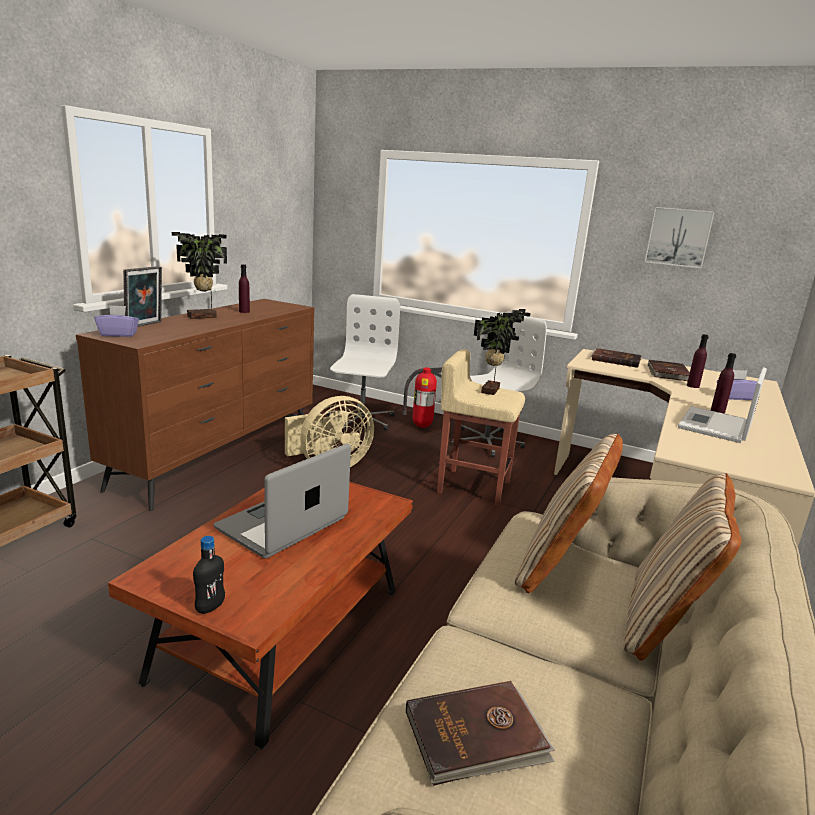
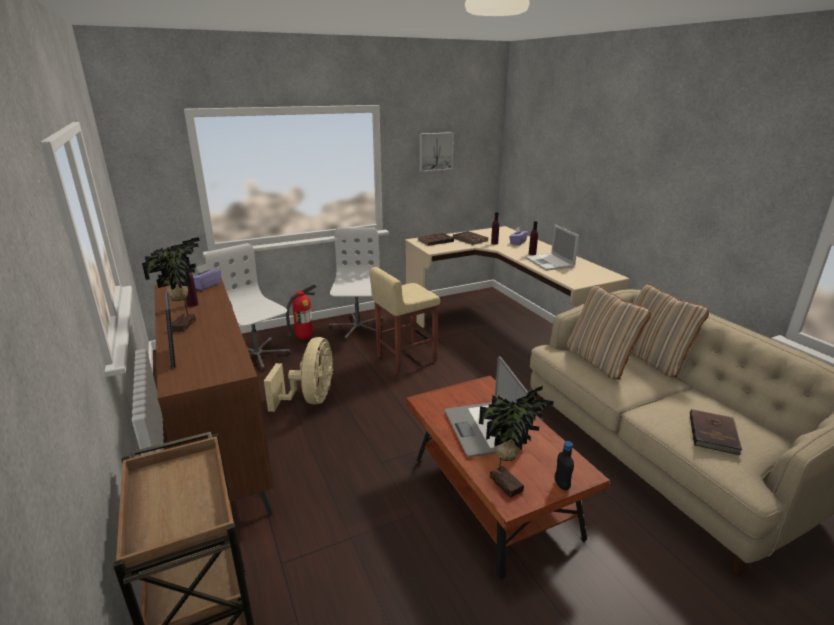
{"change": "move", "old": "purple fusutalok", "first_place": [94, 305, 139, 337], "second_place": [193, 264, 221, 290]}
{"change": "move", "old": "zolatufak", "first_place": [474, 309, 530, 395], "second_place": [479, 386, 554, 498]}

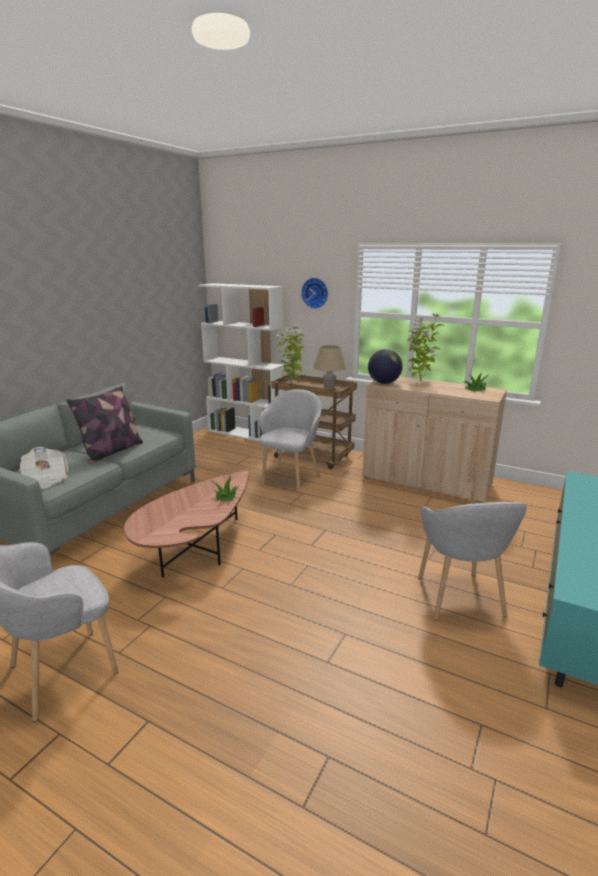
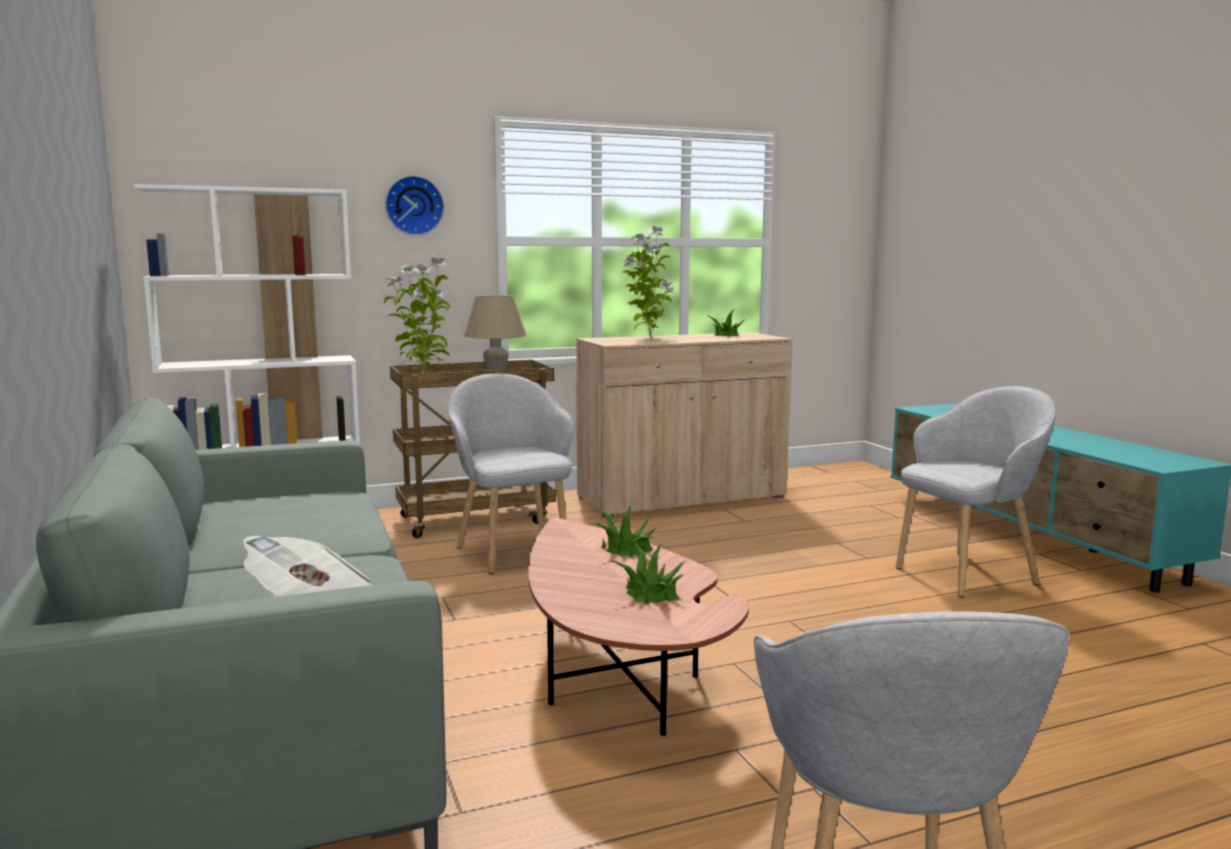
{"change": "delete", "old": "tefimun", "first_place": [66, 386, 143, 464]}
{"change": "delete", "old": "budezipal", "first_place": [368, 349, 402, 384]}
{"change": "rotate", "old": "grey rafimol", "first_place": [418, 502, 527, 621], "second_place": [896, 386, 1055, 598], "degrees": -60}
{"change": "insert", "new": "zolatufak", "second_place": [611, 542, 685, 605]}

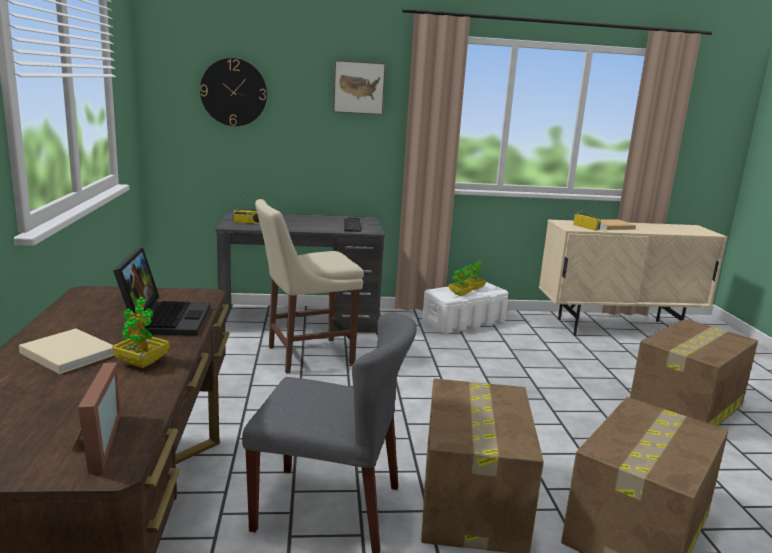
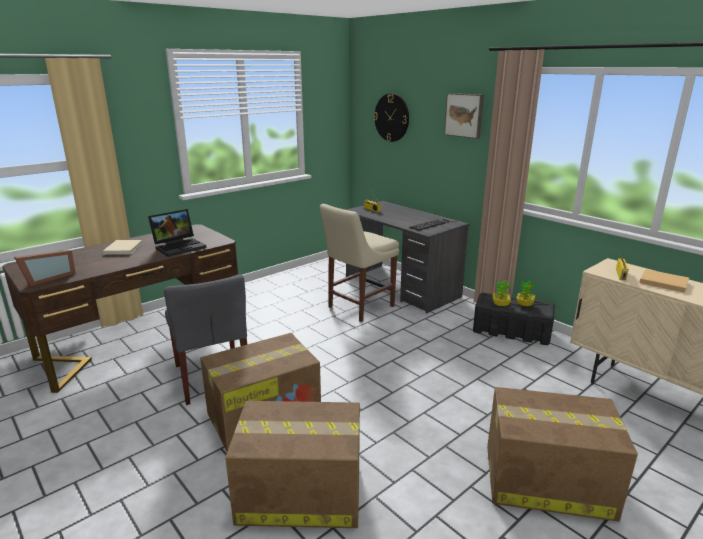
{"change": "delete", "old": "zolatufak", "first_place": [112, 297, 170, 368]}
{"change": "rotate", "old": "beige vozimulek", "first_place": [255, 199, 364, 374], "second_place": [320, 204, 399, 322], "degrees": -75}
{"change": "recolor", "old": "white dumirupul", "new": "black dumirupul", "first_place": [422, 282, 508, 334], "second_place": [473, 293, 555, 345]}

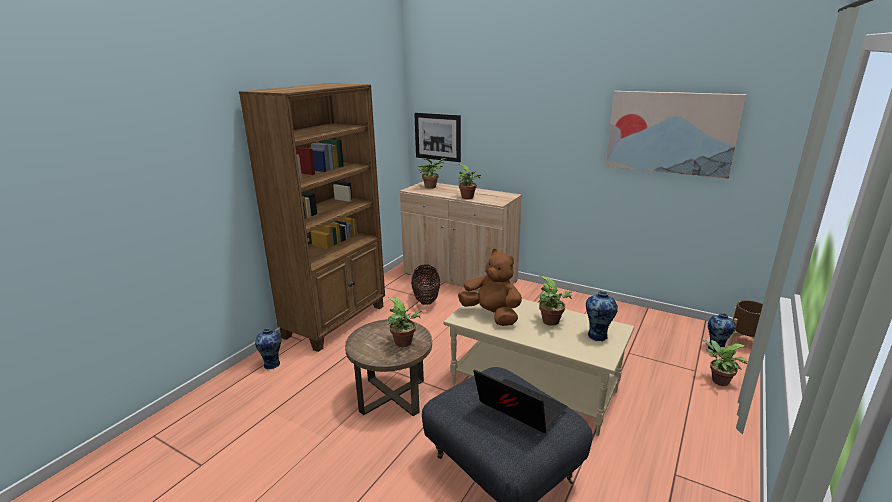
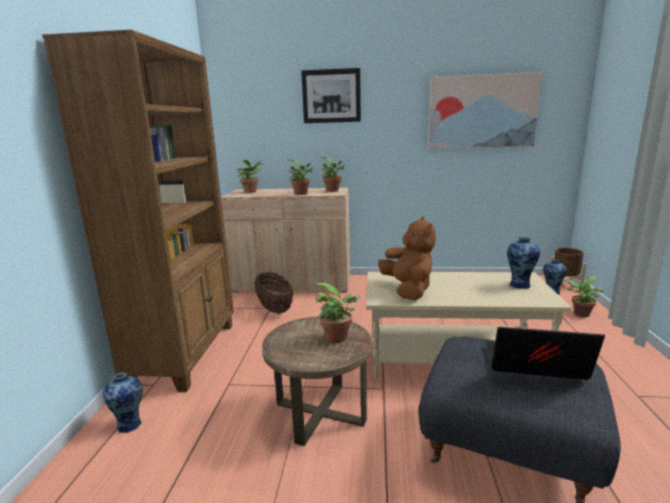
{"change": "move", "old": "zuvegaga", "first_place": [414, 113, 461, 162], "second_place": [301, 68, 361, 123]}
{"change": "rotate", "old": "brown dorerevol", "first_place": [458, 249, 522, 326], "second_place": [378, 217, 436, 300], "degrees": 60}
{"change": "move", "old": "zolatufak", "first_place": [537, 276, 572, 326], "second_place": [321, 157, 346, 192]}

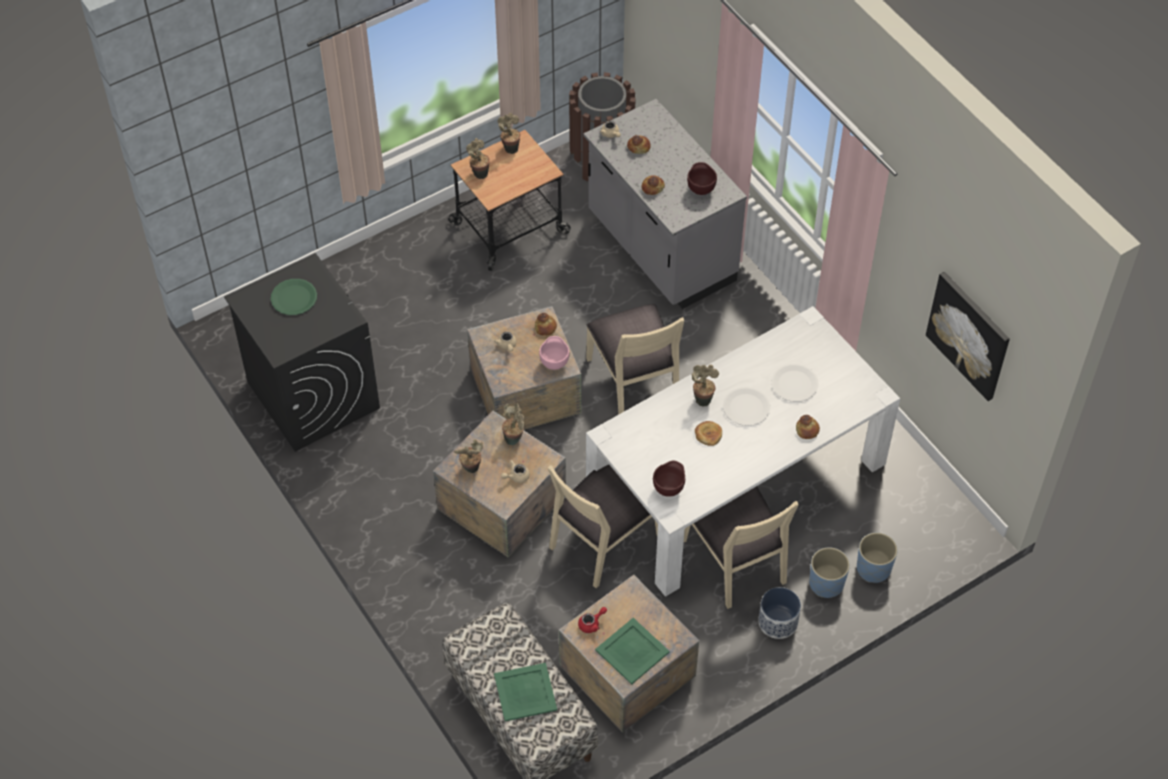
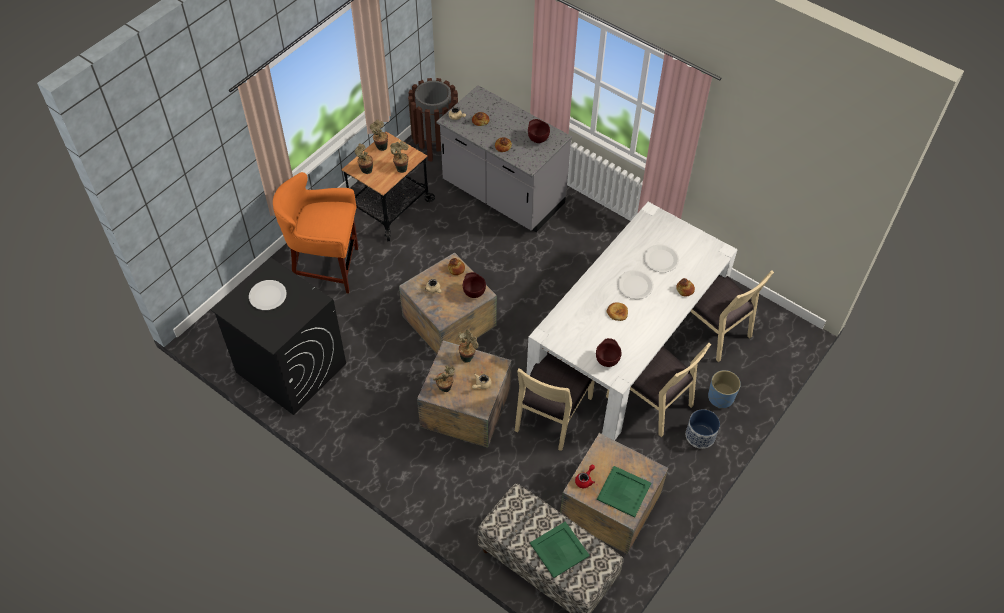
{"change": "recolor", "old": "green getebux", "new": "white getebux", "first_place": [271, 279, 317, 315], "second_place": [249, 280, 287, 310]}
{"change": "recolor", "old": "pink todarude", "new": "brown todarude", "first_place": [539, 336, 570, 370], "second_place": [463, 272, 486, 298]}
{"change": "move", "old": "beige vozimulek", "first_place": [586, 304, 684, 414], "second_place": [690, 271, 774, 362]}
{"change": "move", "old": "zolatufak", "first_place": [692, 365, 719, 406], "second_place": [390, 141, 409, 173]}
{"change": "delete", "old": "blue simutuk", "first_place": [857, 533, 898, 583]}
{"change": "delete", "old": "zuvegaga", "first_place": [926, 272, 1010, 401]}
{"change": "insert", "new": "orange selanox", "second_place": [273, 172, 358, 294]}

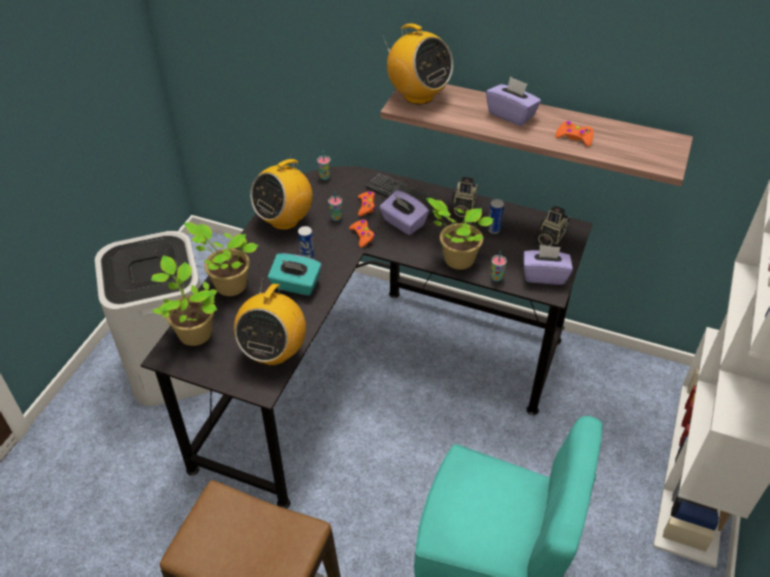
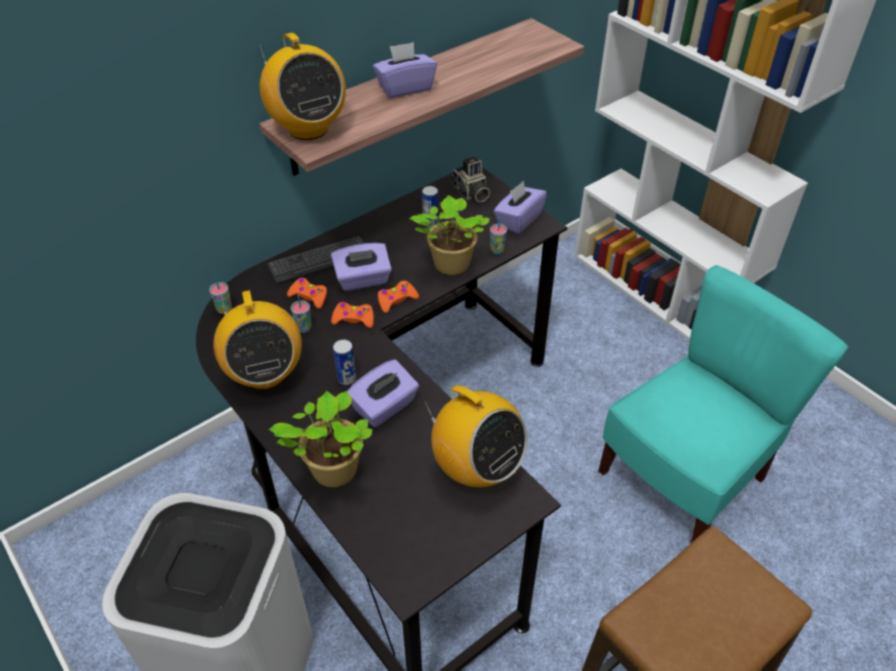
{"change": "delete", "old": "zolatufak", "first_place": [151, 256, 217, 346]}
{"change": "recolor", "old": "turquoise fusutalok", "new": "purple fusutalok", "first_place": [268, 253, 322, 296], "second_place": [347, 359, 419, 427]}
{"change": "rotate", "old": "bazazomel", "first_place": [382, 23, 453, 105], "second_place": [260, 33, 346, 140], "degrees": 75}
{"change": "delete", "old": "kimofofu", "first_place": [452, 177, 478, 217]}
{"change": "move", "old": "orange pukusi", "first_place": [555, 121, 593, 147], "second_place": [378, 281, 419, 313]}

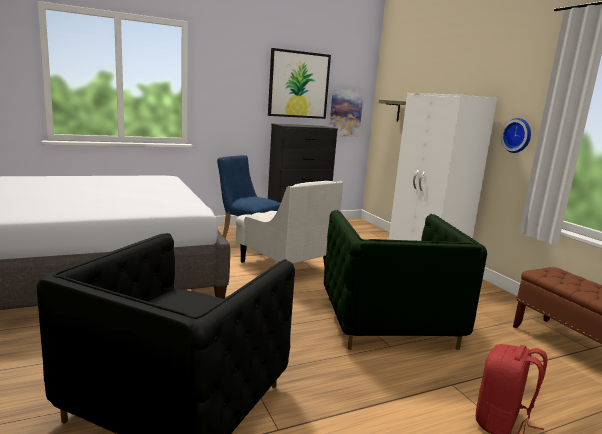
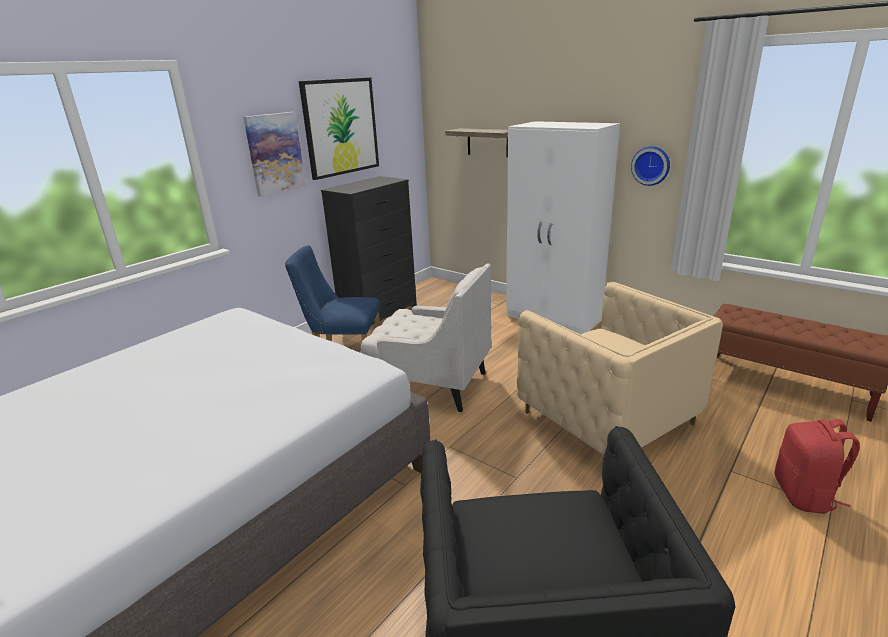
{"change": "recolor", "old": "green rafimol", "new": "beige rafimol", "first_place": [324, 210, 487, 350], "second_place": [517, 282, 723, 455]}
{"change": "move", "old": "zuvegaga", "first_place": [329, 89, 364, 137], "second_place": [243, 112, 306, 197]}

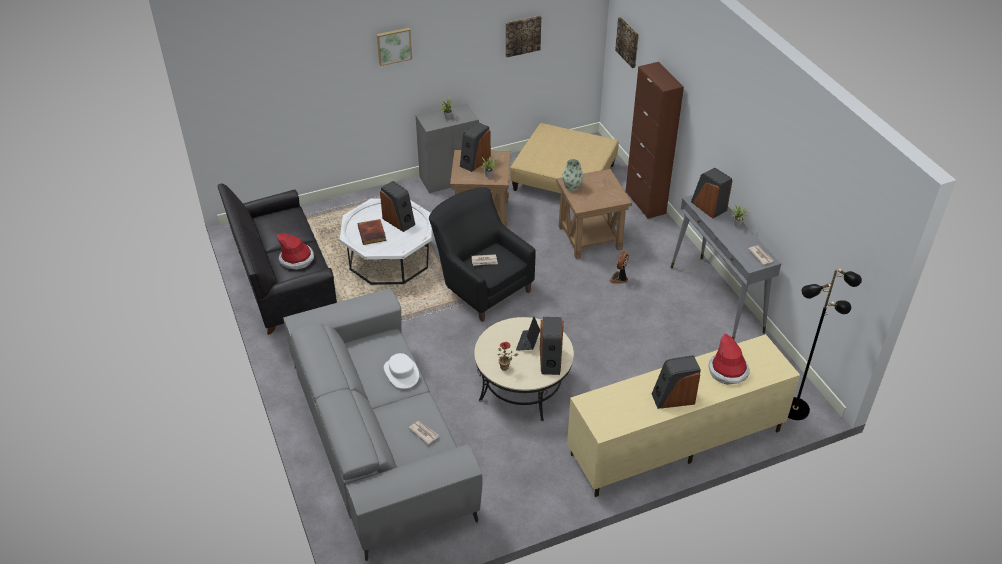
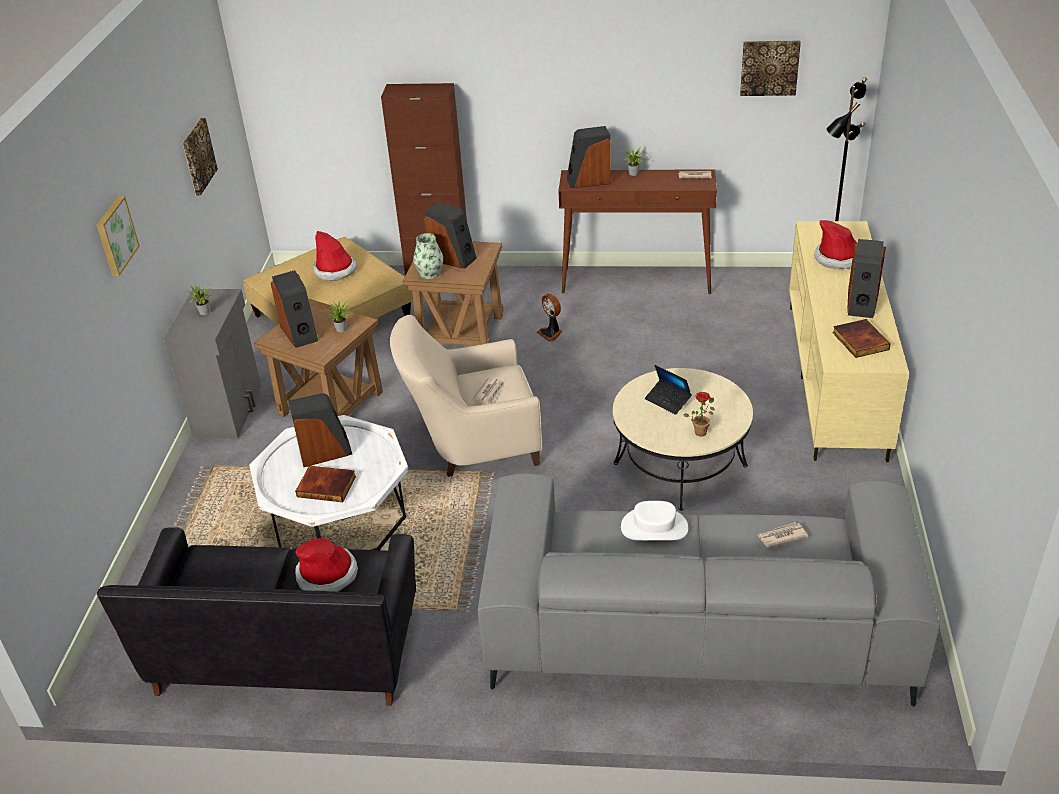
{"change": "recolor", "old": "black rafimol", "new": "beige rafimol", "first_place": [429, 187, 536, 322], "second_place": [390, 315, 542, 477]}
{"change": "move", "old": "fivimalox", "first_place": [540, 317, 564, 375], "second_place": [424, 202, 477, 269]}
{"change": "move", "old": "zuvegaga", "first_place": [615, 17, 639, 68], "second_place": [740, 41, 801, 96]}
{"change": "recolor", "old": "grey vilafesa", "new": "brown vilafesa", "first_place": [670, 195, 781, 339], "second_place": [558, 169, 717, 294]}
{"change": "insert", "new": "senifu", "second_place": [313, 231, 357, 281]}
{"change": "insert", "new": "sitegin", "second_place": [832, 319, 890, 358]}

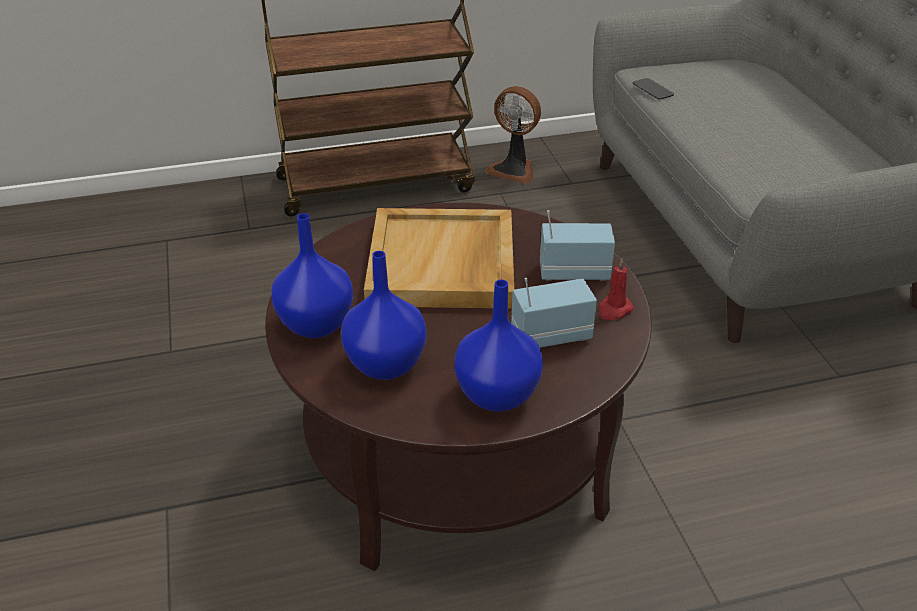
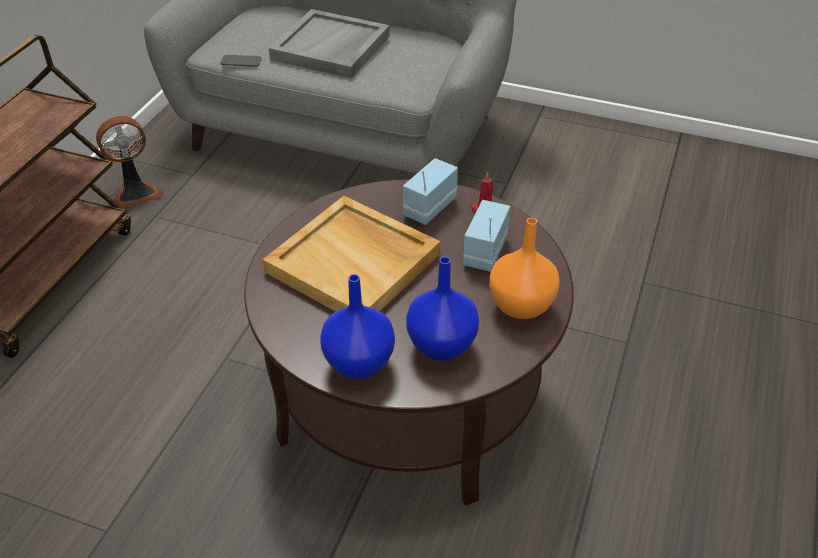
{"change": "recolor", "old": "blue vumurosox", "new": "orange vumurosox", "first_place": [454, 279, 543, 412], "second_place": [489, 218, 560, 319]}
{"change": "insert", "new": "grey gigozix", "second_place": [269, 9, 390, 79]}

